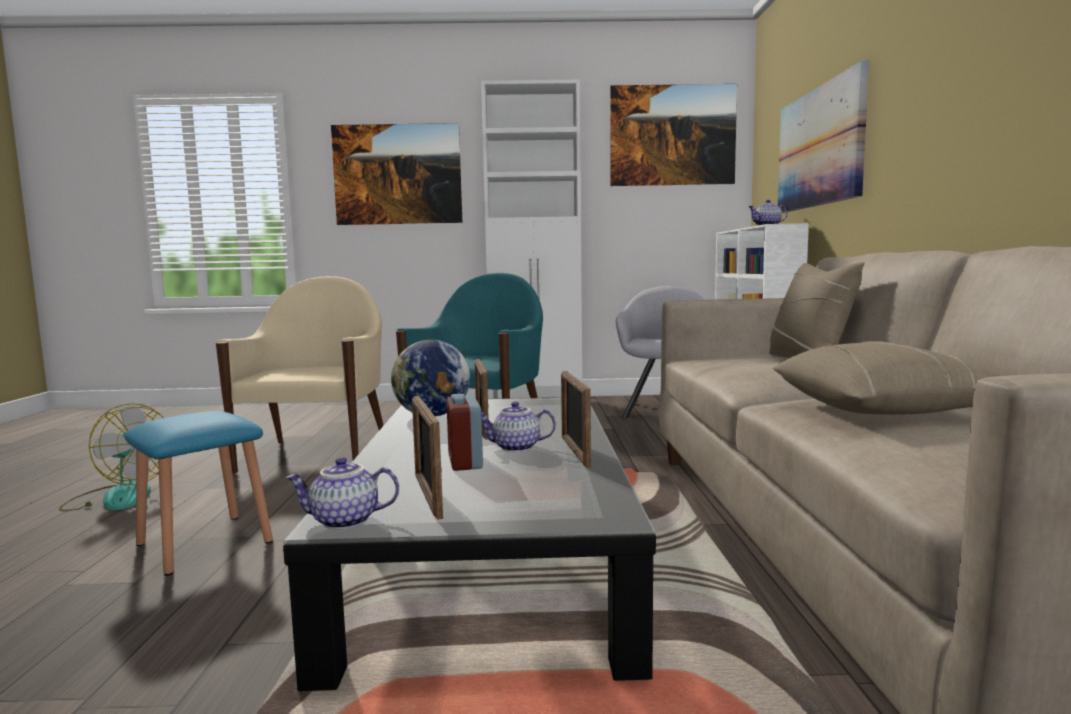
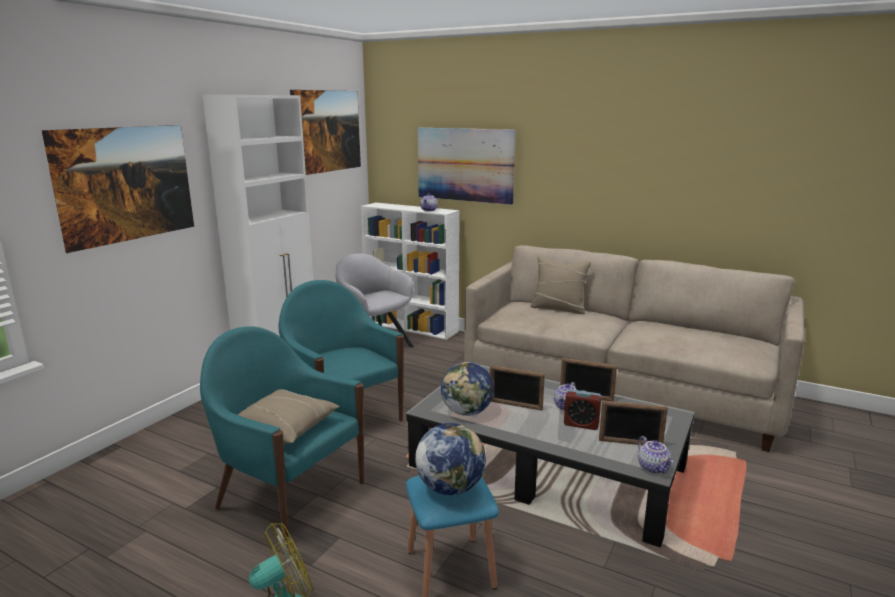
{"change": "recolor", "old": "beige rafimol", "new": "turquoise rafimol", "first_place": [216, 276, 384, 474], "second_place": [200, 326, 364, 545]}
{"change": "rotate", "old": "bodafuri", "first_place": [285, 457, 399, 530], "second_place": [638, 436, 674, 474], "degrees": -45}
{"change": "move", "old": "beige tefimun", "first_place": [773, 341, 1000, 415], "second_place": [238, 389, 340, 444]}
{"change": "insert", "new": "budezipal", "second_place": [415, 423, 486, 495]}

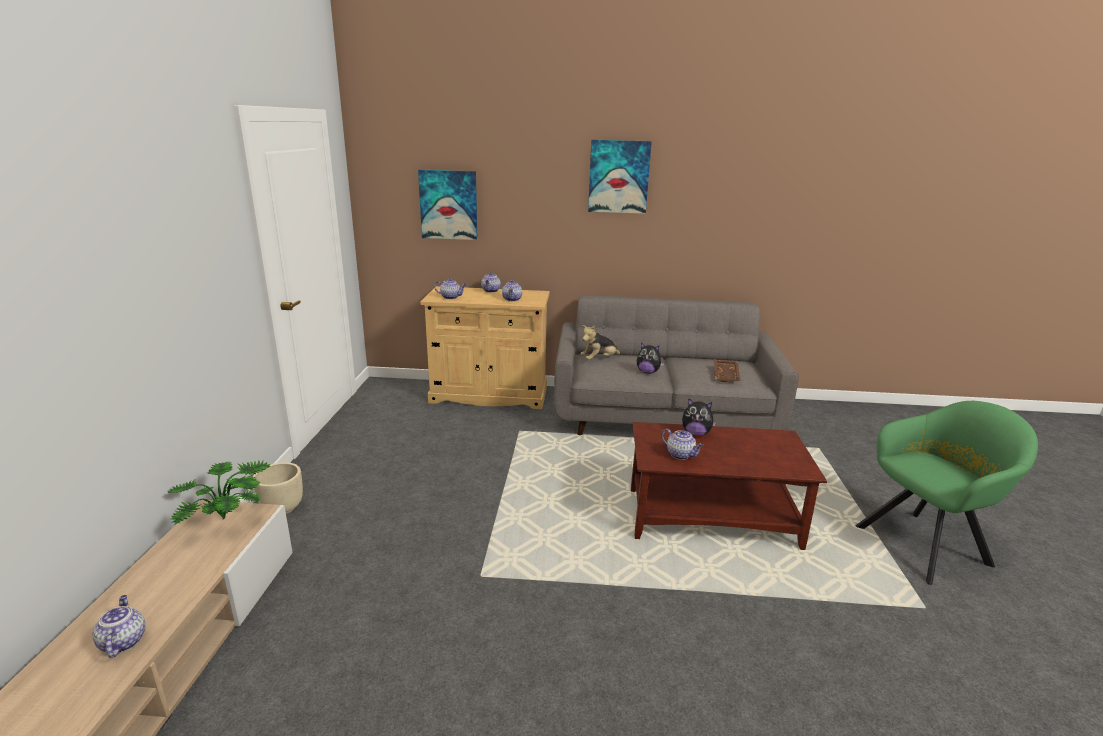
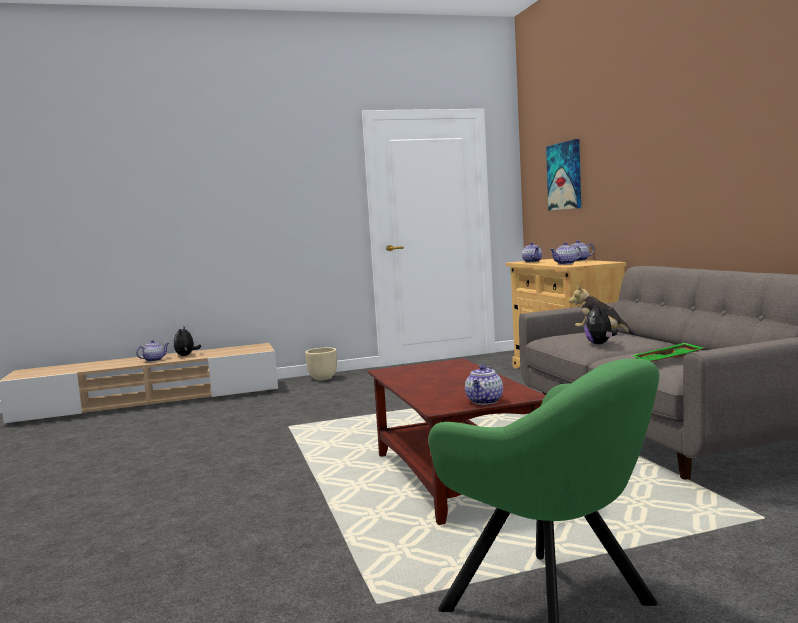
{"change": "delete", "old": "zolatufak", "first_place": [168, 461, 271, 525]}
{"change": "delete", "old": "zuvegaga", "first_place": [588, 140, 652, 214]}
{"change": "move", "old": "bodafuri", "first_place": [661, 429, 704, 460], "second_place": [465, 365, 503, 405]}
{"change": "move", "old": "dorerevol", "first_place": [682, 399, 717, 436], "second_place": [174, 327, 201, 356]}
{"change": "recolor", "old": "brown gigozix", "new": "green gigozix", "first_place": [714, 360, 741, 382], "second_place": [631, 343, 704, 362]}

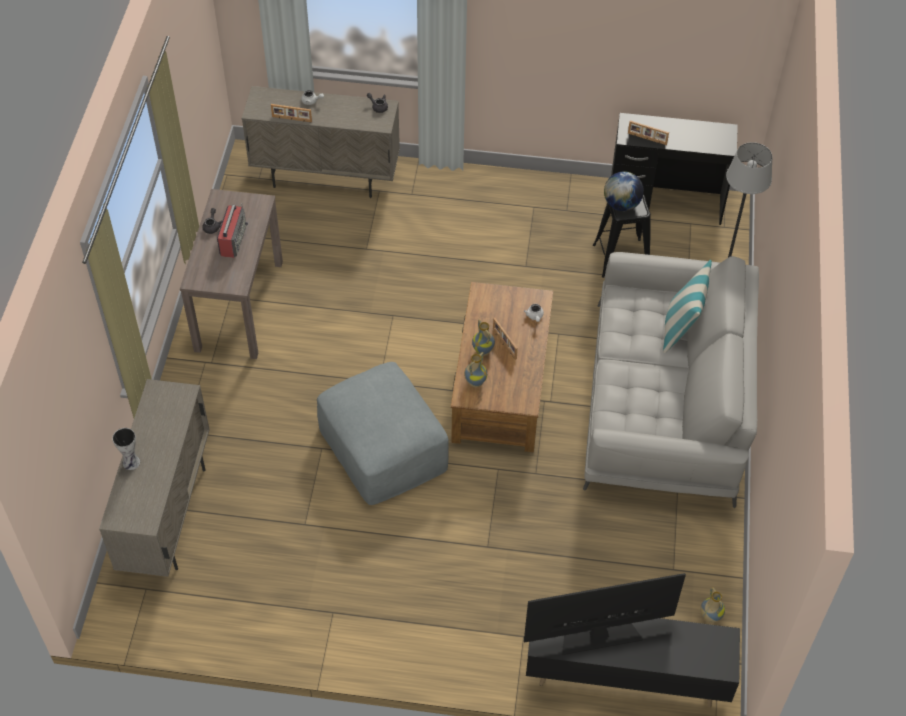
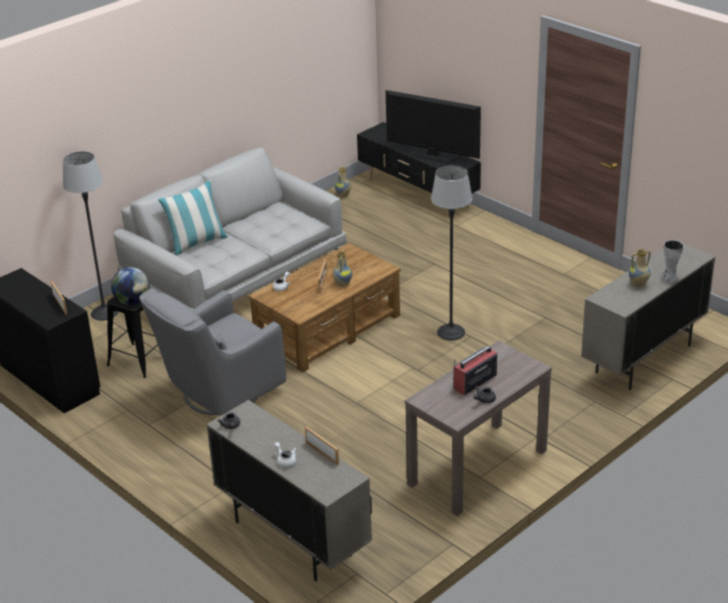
{"change": "replace", "old": "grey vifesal", "new": "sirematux", "first_place": [317, 362, 449, 505], "second_place": [431, 166, 472, 341]}
{"change": "move", "old": "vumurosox", "first_place": [464, 352, 487, 387], "second_place": [629, 249, 651, 287]}
{"change": "insert", "new": "grey rafimol", "second_place": [139, 288, 286, 416]}

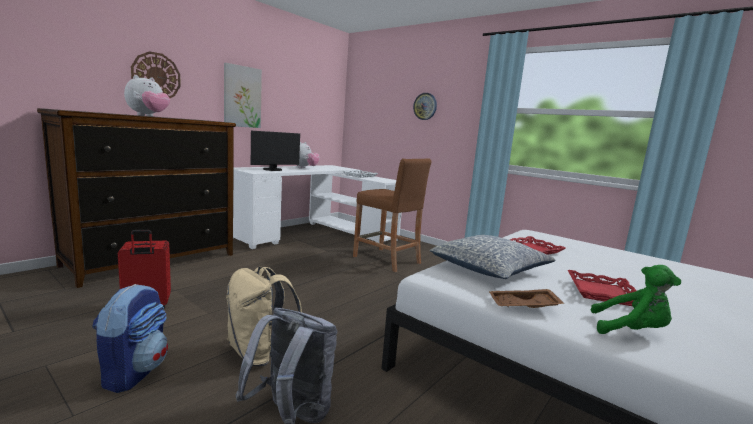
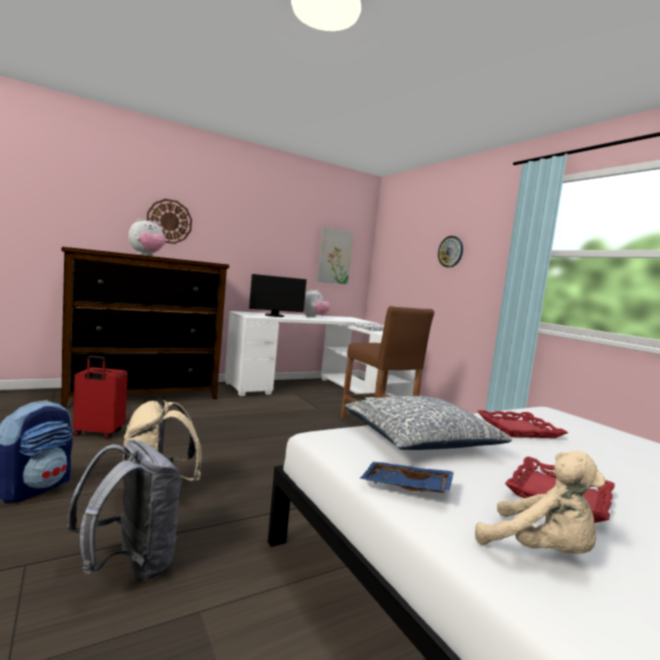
{"change": "move", "old": "zuvegaga", "first_place": [224, 63, 262, 128], "second_place": [317, 227, 354, 285]}
{"change": "recolor", "old": "brown gigozix", "new": "blue gigozix", "first_place": [489, 289, 565, 308], "second_place": [359, 462, 454, 493]}
{"change": "recolor", "old": "green dorerevol", "new": "beige dorerevol", "first_place": [591, 265, 681, 334], "second_place": [475, 451, 606, 554]}

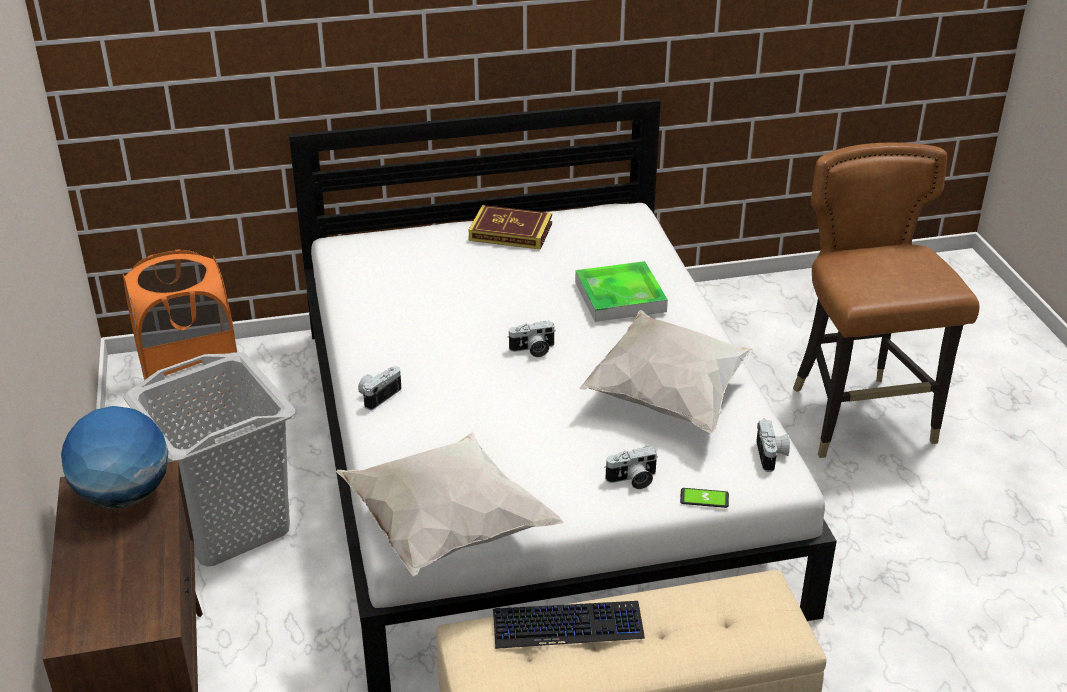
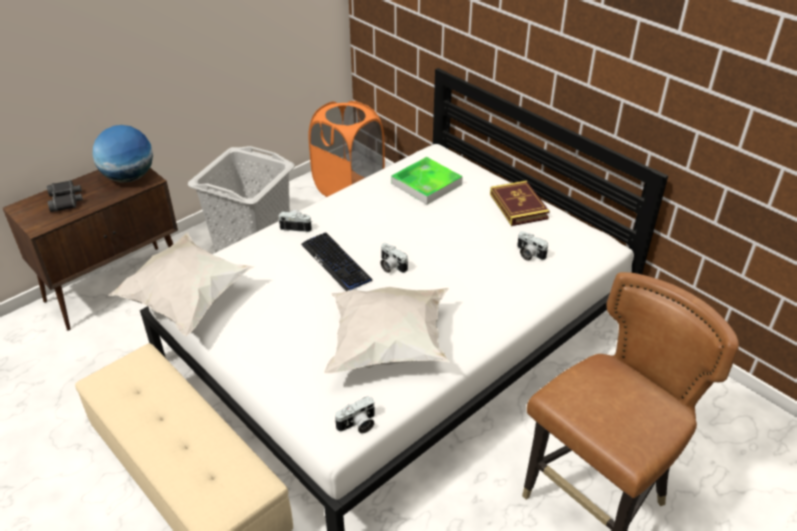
{"change": "move", "old": "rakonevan", "first_place": [493, 601, 645, 649], "second_place": [301, 232, 372, 291]}
{"change": "move", "old": "gigozix", "first_place": [575, 261, 668, 322], "second_place": [391, 157, 463, 205]}
{"change": "move", "old": "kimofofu", "first_place": [604, 446, 658, 489], "second_place": [517, 231, 548, 261]}
{"change": "delete", "old": "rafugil", "first_place": [680, 488, 729, 508]}
{"change": "insert", "new": "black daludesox", "second_place": [47, 180, 83, 212]}

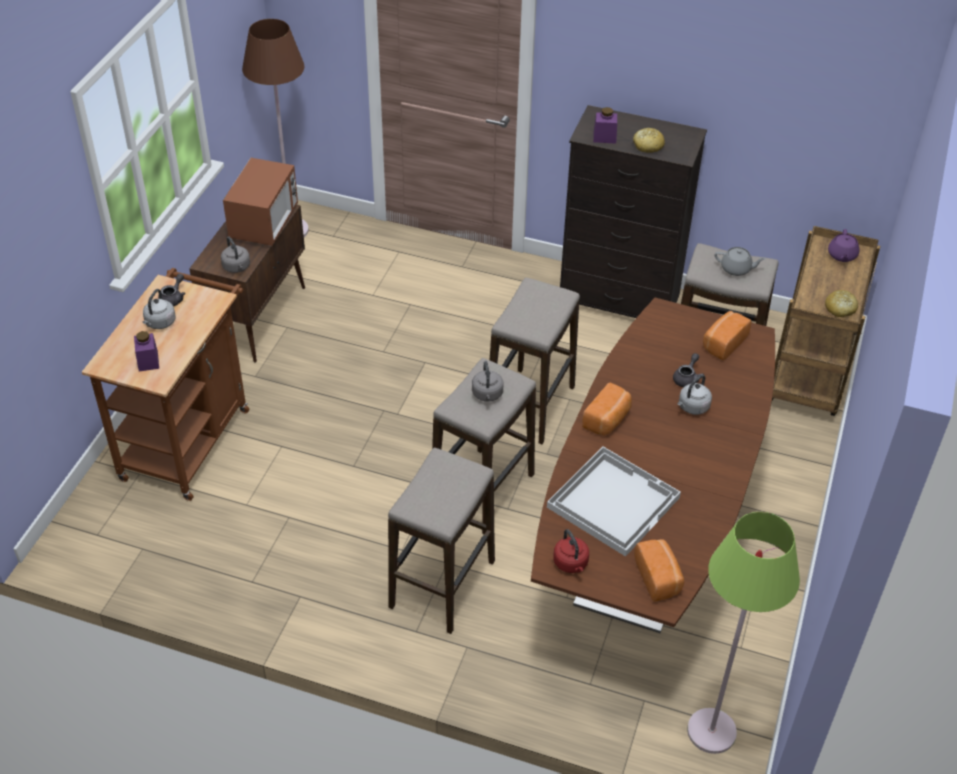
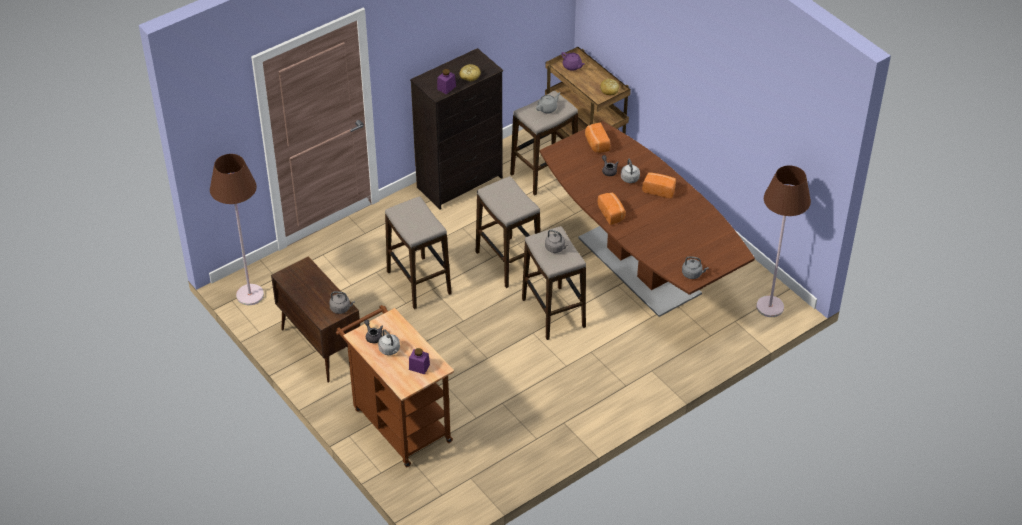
{"change": "delete", "old": "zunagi", "first_place": [223, 158, 298, 246]}
{"change": "move", "old": "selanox", "first_place": [388, 448, 495, 634], "second_place": [385, 196, 452, 309]}
{"change": "delete", "old": "white gigozix", "first_place": [547, 447, 681, 557]}
{"change": "recolor", "old": "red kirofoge", "new": "grey kirofoge", "first_place": [553, 529, 589, 573], "second_place": [682, 256, 709, 279]}
{"change": "move", "old": "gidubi", "first_place": [634, 539, 684, 602], "second_place": [642, 172, 676, 199]}
{"change": "recolor", "old": "green sirematux", "new": "brown sirematux", "first_place": [687, 512, 800, 754], "second_place": [756, 165, 811, 317]}

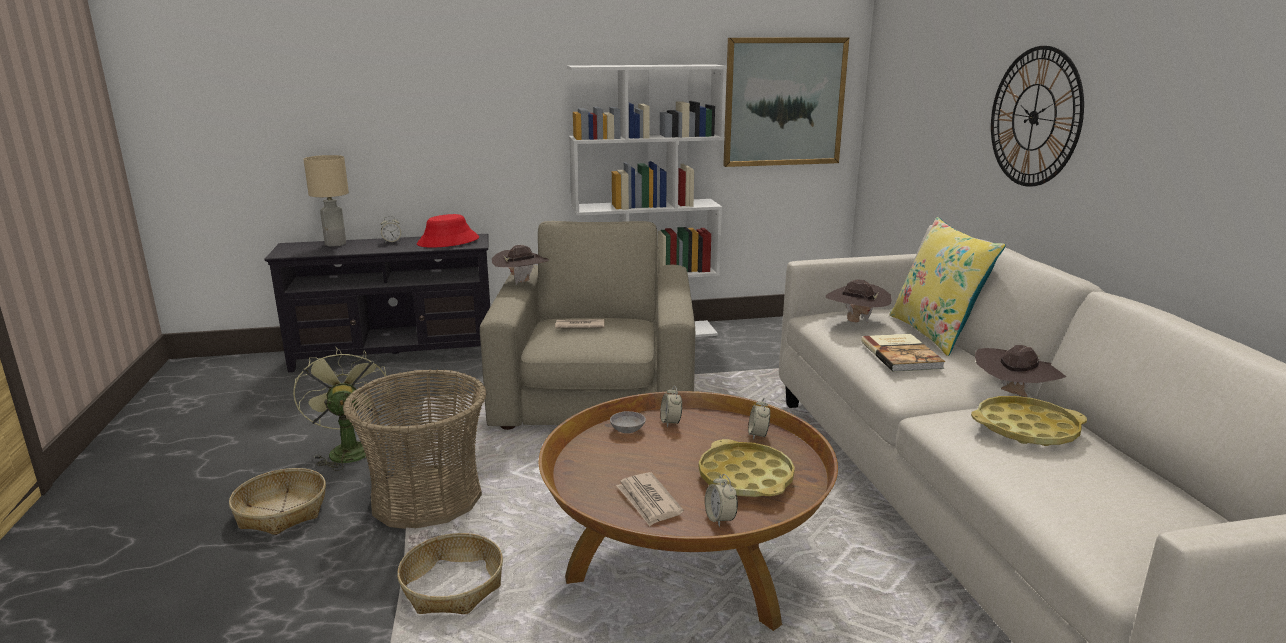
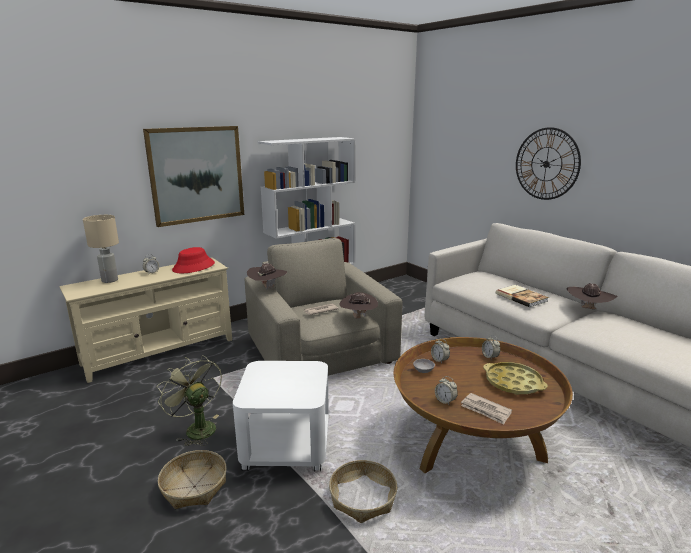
{"change": "recolor", "old": "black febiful", "new": "beige febiful", "first_place": [264, 234, 490, 372], "second_place": [59, 257, 232, 383]}
{"change": "replace", "old": "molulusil", "new": "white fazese", "first_place": [343, 369, 487, 529], "second_place": [233, 361, 329, 472]}
{"change": "move", "old": "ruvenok", "first_place": [705, 474, 738, 527], "second_place": [435, 376, 458, 405]}
{"change": "move", "old": "zuvegaga", "first_place": [723, 38, 849, 167], "second_place": [143, 126, 244, 227]}
{"change": "move", "old": "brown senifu", "first_place": [826, 280, 892, 323], "second_place": [339, 292, 378, 319]}
{"change": "delete", "old": "yellow tefimun", "first_place": [889, 217, 1006, 356]}
{"change": "delete", "old": "yellow gigozix", "first_place": [971, 396, 1087, 446]}

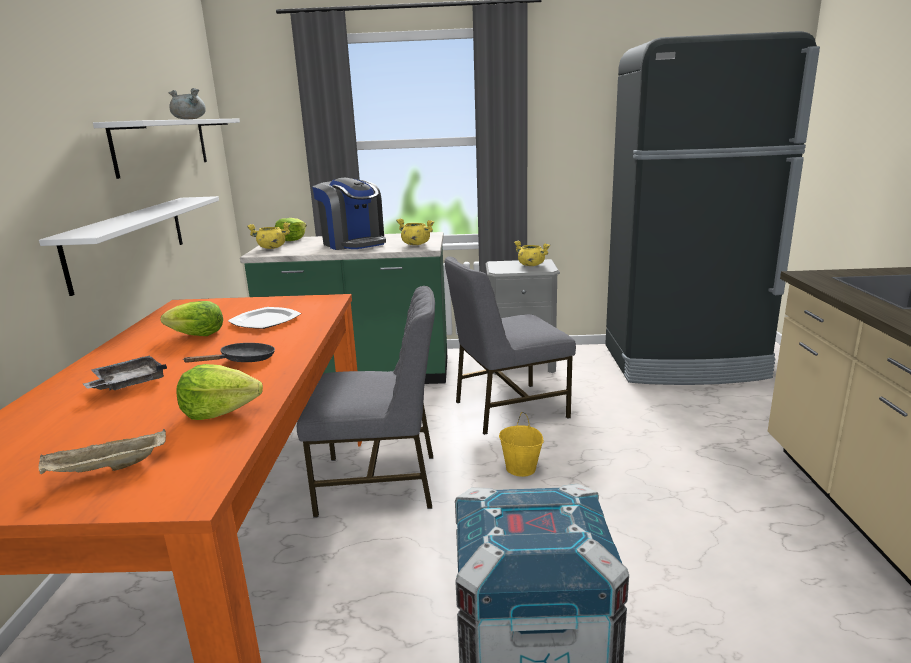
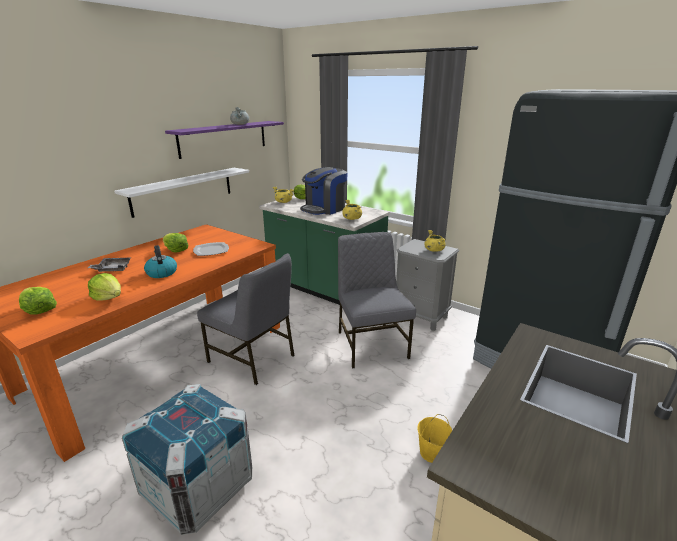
{"change": "replace", "old": "beige gigozix", "new": "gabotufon", "first_place": [39, 429, 166, 474], "second_place": [19, 287, 57, 315]}
{"change": "recolor", "old": "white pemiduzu", "new": "purple pemiduzu", "first_place": [93, 118, 240, 179], "second_place": [165, 121, 284, 159]}
{"change": "replace", "old": "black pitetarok", "new": "kirofoge", "first_place": [184, 343, 275, 363], "second_place": [144, 245, 177, 278]}
{"change": "rotate", "old": "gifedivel", "first_place": [312, 178, 386, 250], "second_place": [300, 167, 348, 215], "degrees": 45}
{"change": "rotate", "old": "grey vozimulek", "first_place": [445, 256, 576, 435], "second_place": [338, 232, 416, 369], "degrees": 60}
{"change": "move", "old": "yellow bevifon", "first_place": [499, 412, 544, 477], "second_place": [417, 414, 452, 463]}

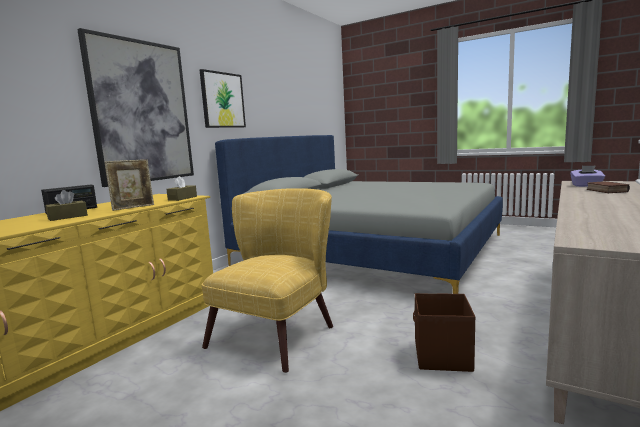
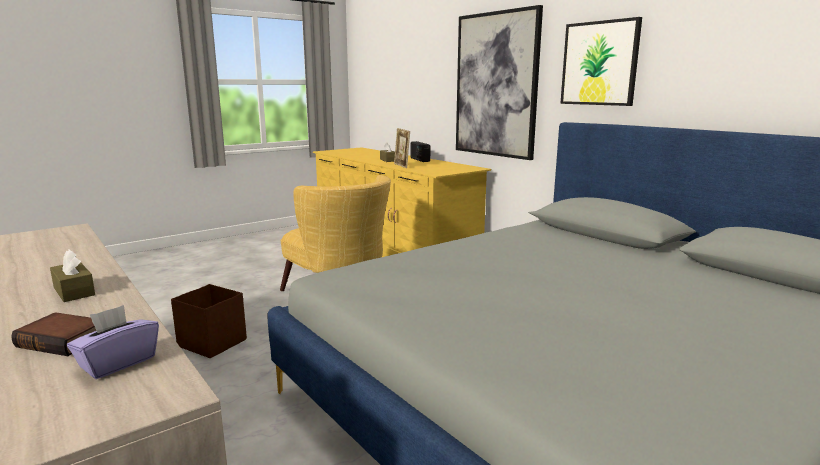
{"change": "move", "old": "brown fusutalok", "first_place": [166, 176, 197, 201], "second_place": [50, 250, 95, 302]}

